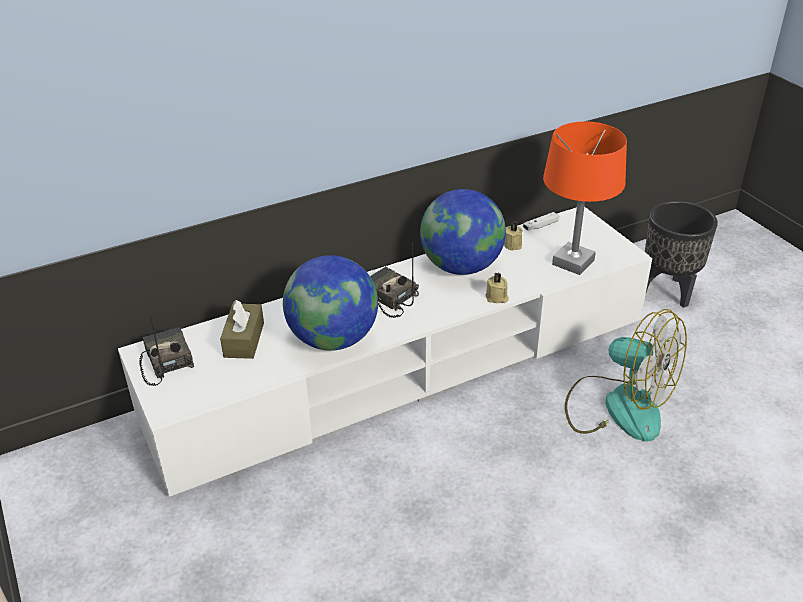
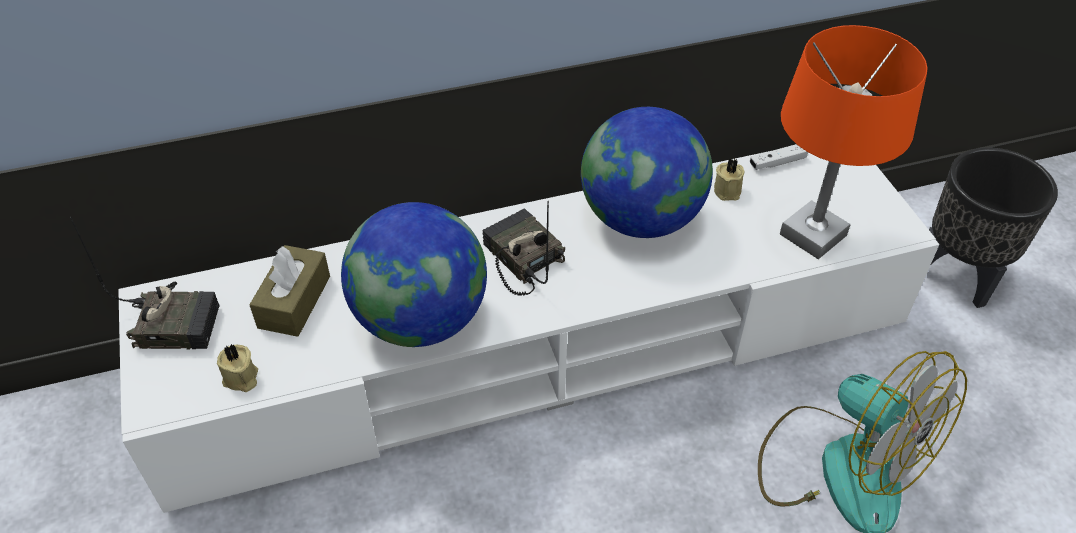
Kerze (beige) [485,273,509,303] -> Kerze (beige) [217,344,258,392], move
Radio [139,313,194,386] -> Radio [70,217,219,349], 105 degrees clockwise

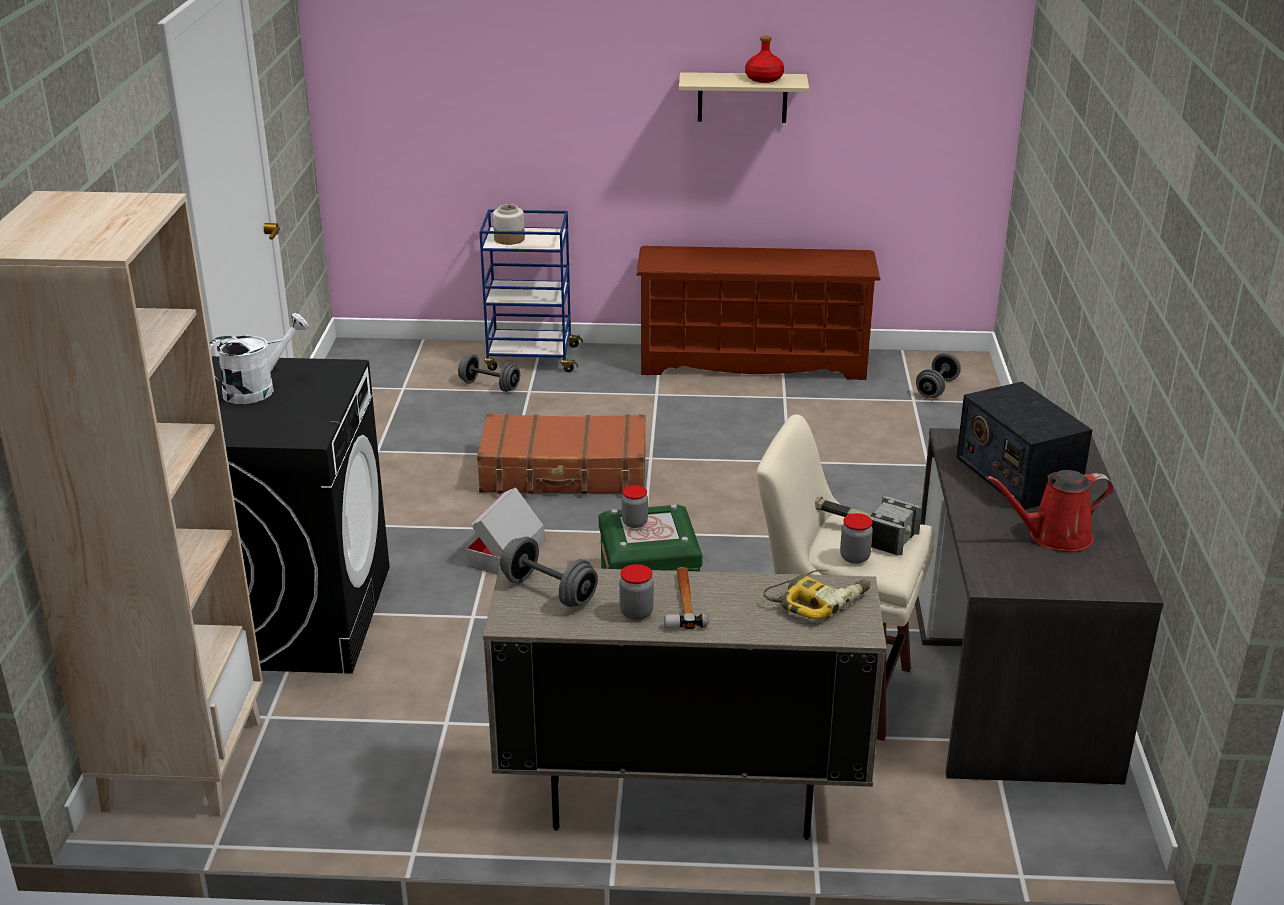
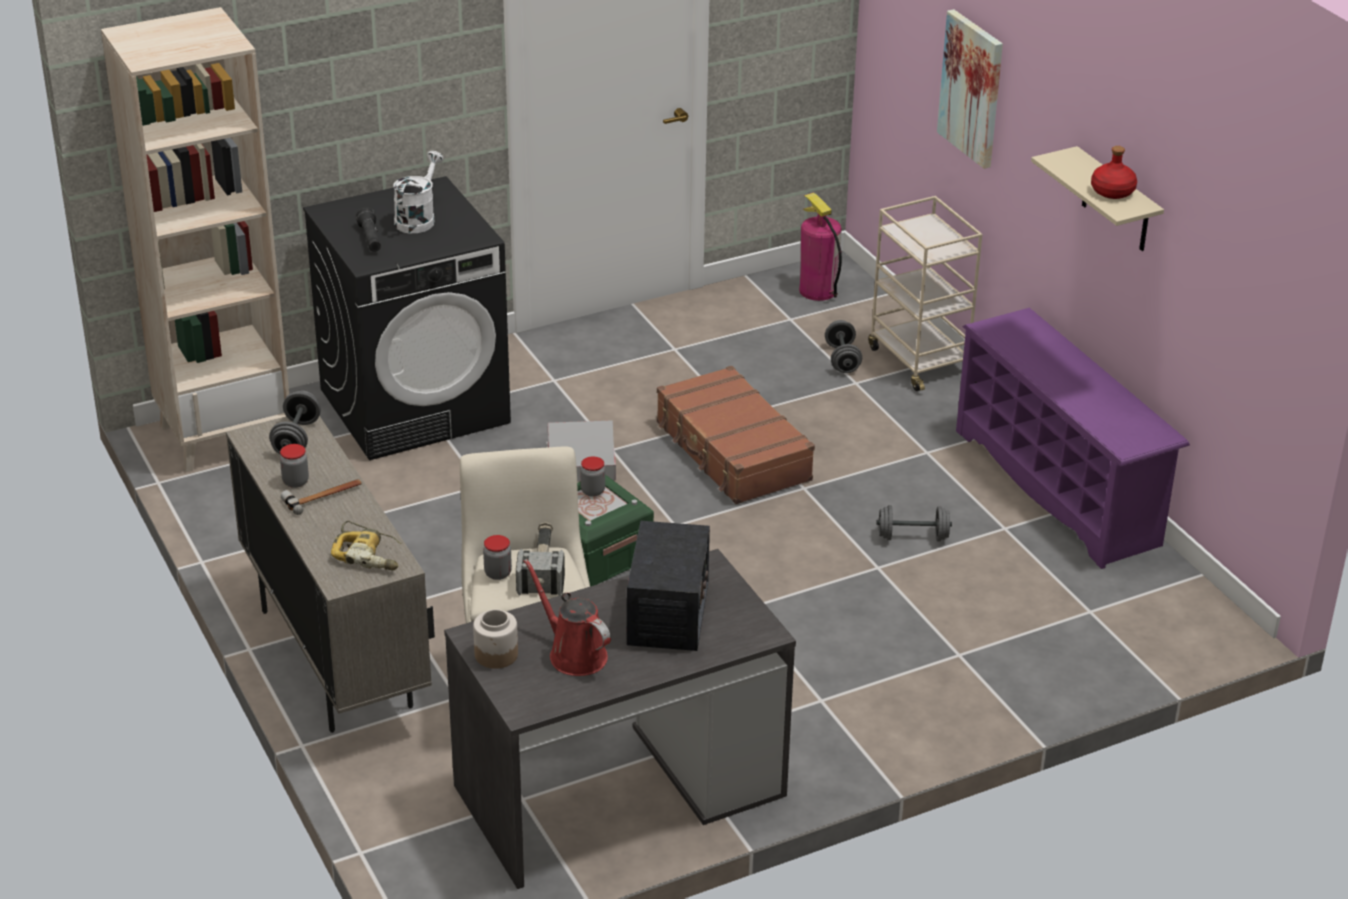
Vorratsglas [493,204,525,245] -> Vorratsglas [473,609,518,669], move
Rollwagen (blau) [479,209,583,372] -> Rollwagen (beige) [868,196,982,391]
Schuhregal (braun) [636,246,881,380] -> Schuhregal (lila) [956,308,1190,569]
Gießkanne (weiß) [210,313,309,404] -> Gießkanne (weiß) [393,151,444,233], 90 degrees counterclockwise
Hantel (grau) [916,353,961,398] -> Hantel (grau) [876,505,952,541], move
Radio [956,382,1092,509] -> Radio [627,521,710,651], 150 degrees clockwise
none -> Bild [937,9,1003,169]
none -> Feuerlöscher [799,193,842,301]
none -> Taschenlampe (schwarz) [356,208,381,252]

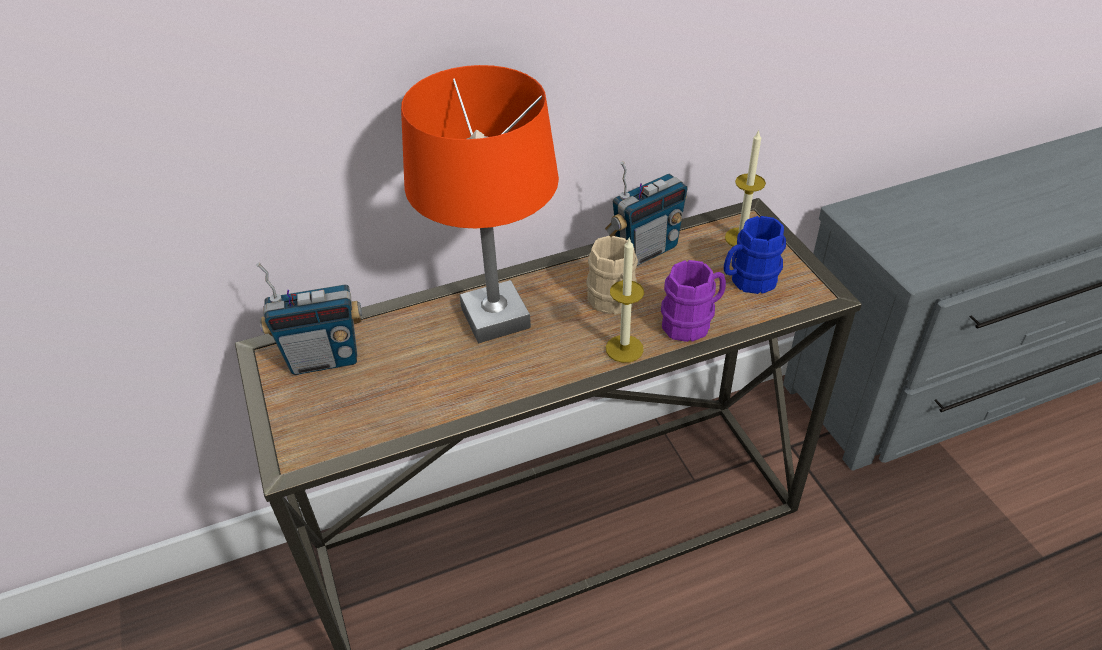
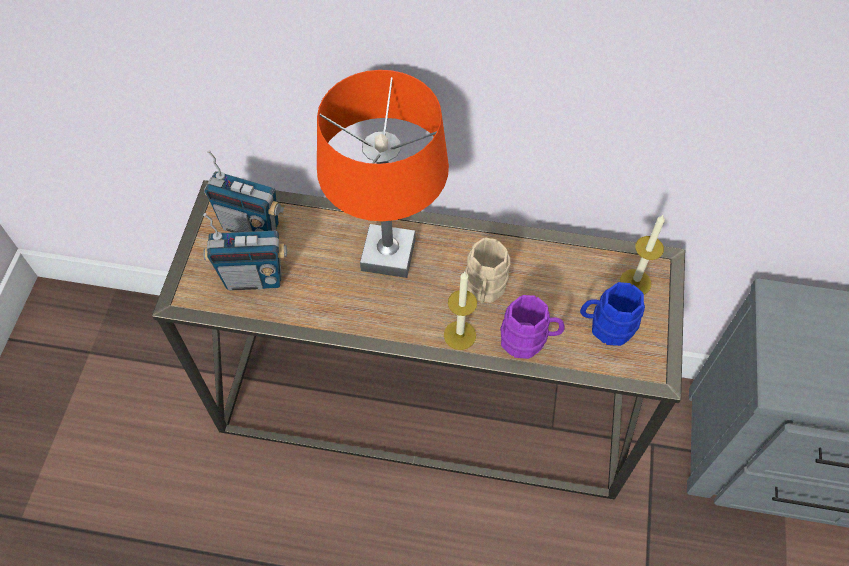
Radio [605,161,688,266] -> Radio [203,213,287,290], move

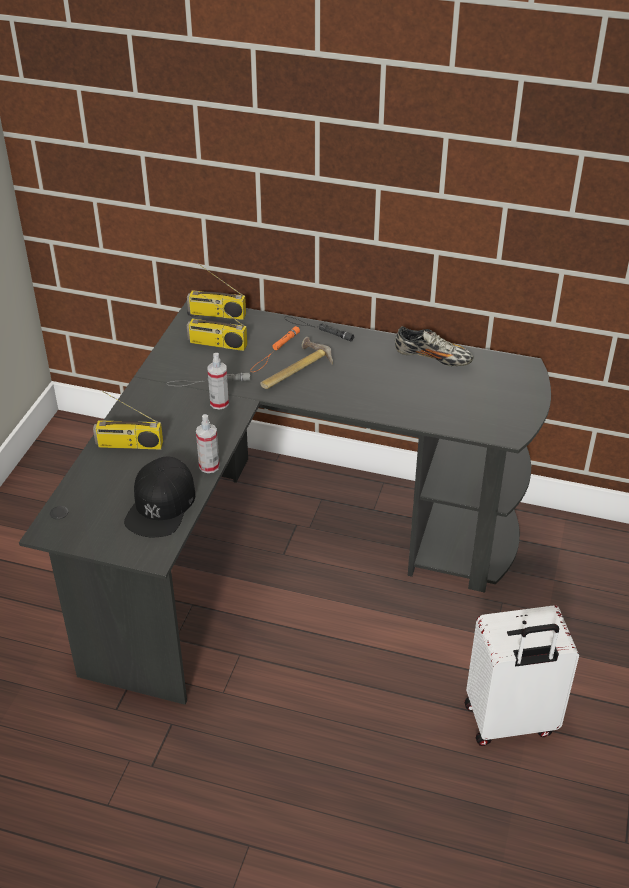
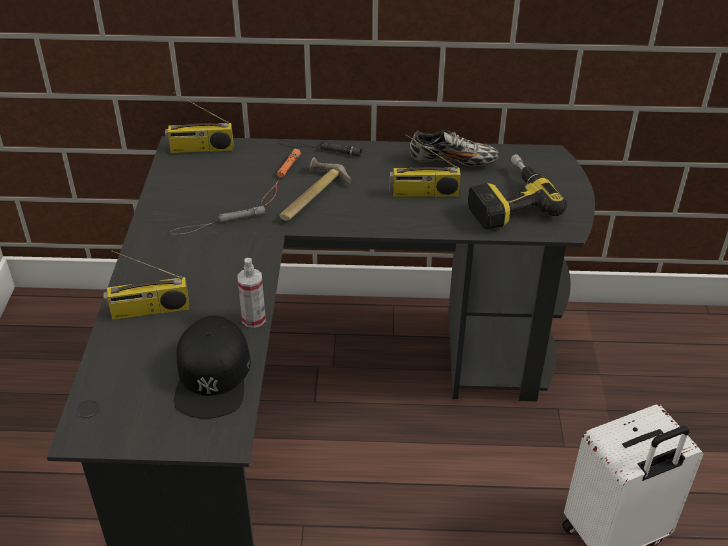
Radio [187,291,247,351] -> Radio [390,134,461,197], move
Sprühflasche [208,353,229,410] -> none
none -> Bohrmaschine [468,154,567,229]

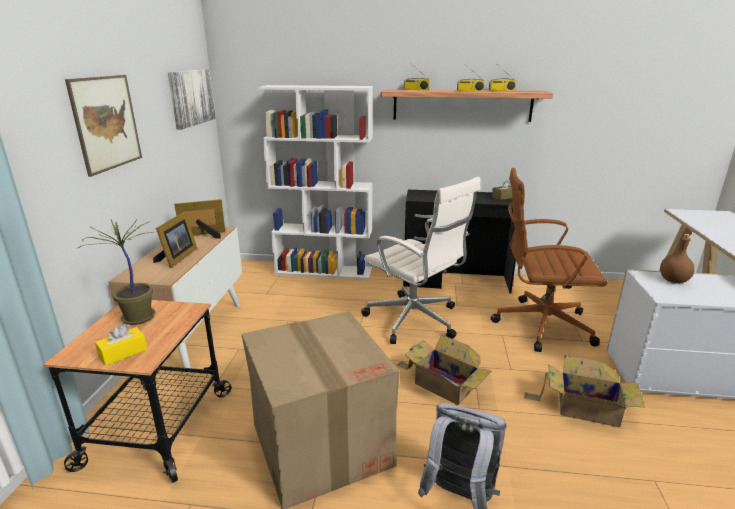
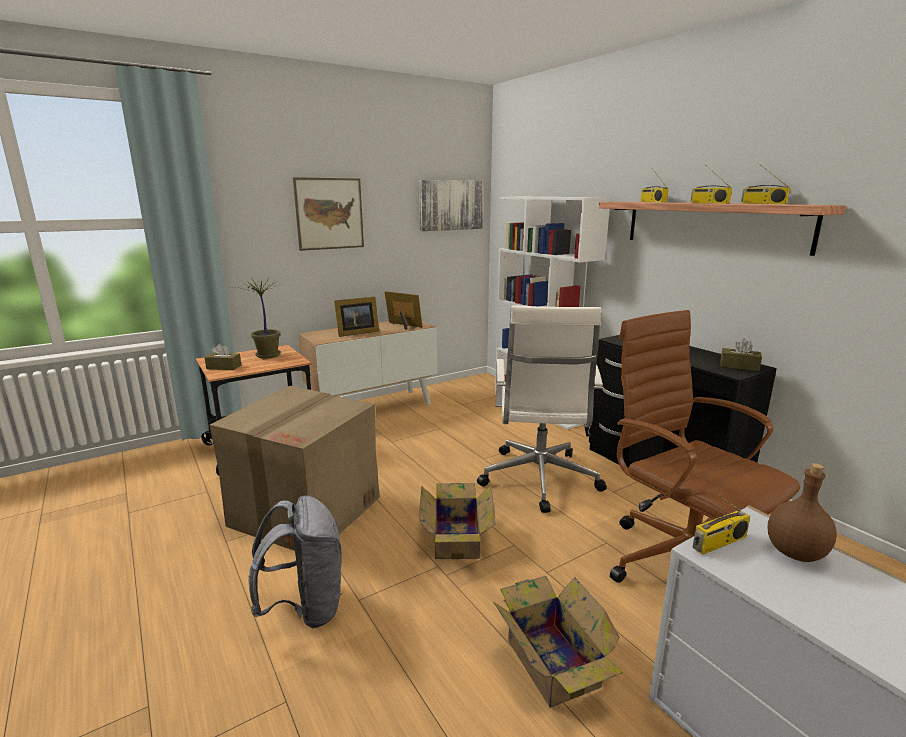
Taschentuchbox (gelb) [95,324,147,366] -> Taschentuchbox (braun) [204,344,241,370]
none -> Radio [692,489,750,554]

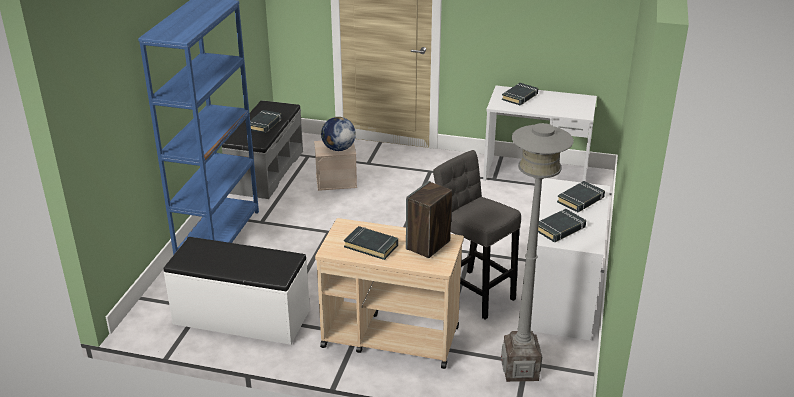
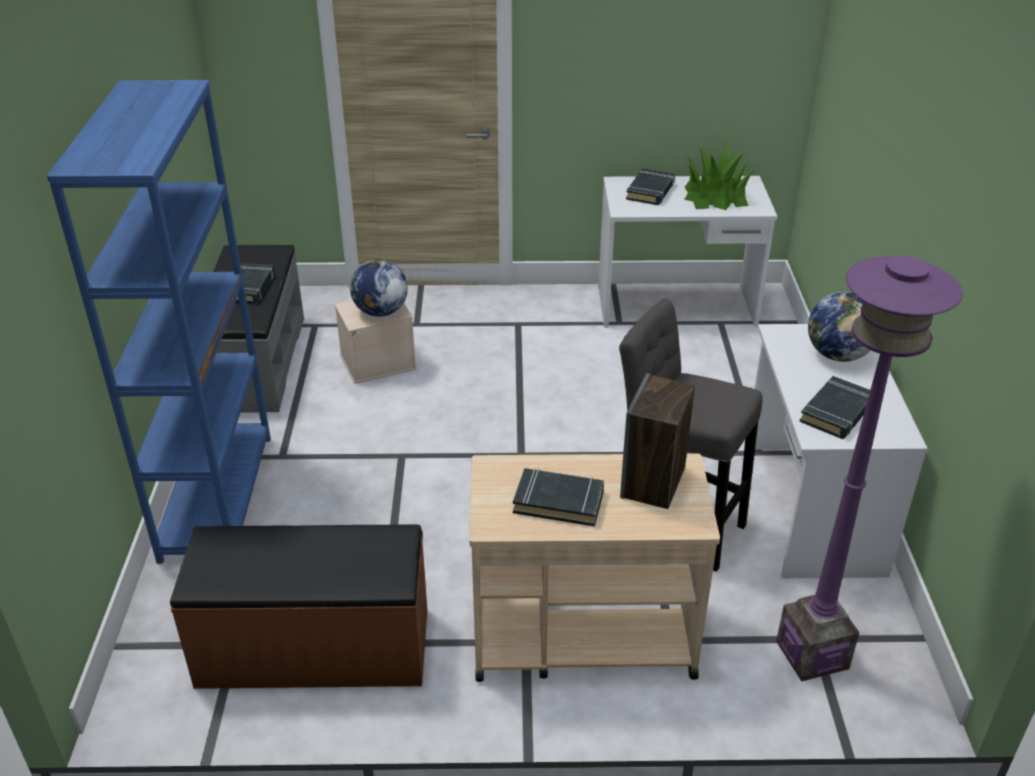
Stehlampe (grau) [501,123,574,382] -> Stehlampe (lila) [776,256,963,681]
Buch (schwarz) [557,181,605,212] -> Globus [808,292,871,362]
Bank (weiß) [164,237,310,345] -> Bank (braun) [170,525,427,689]
none -> Topfpflanze [684,138,753,210]

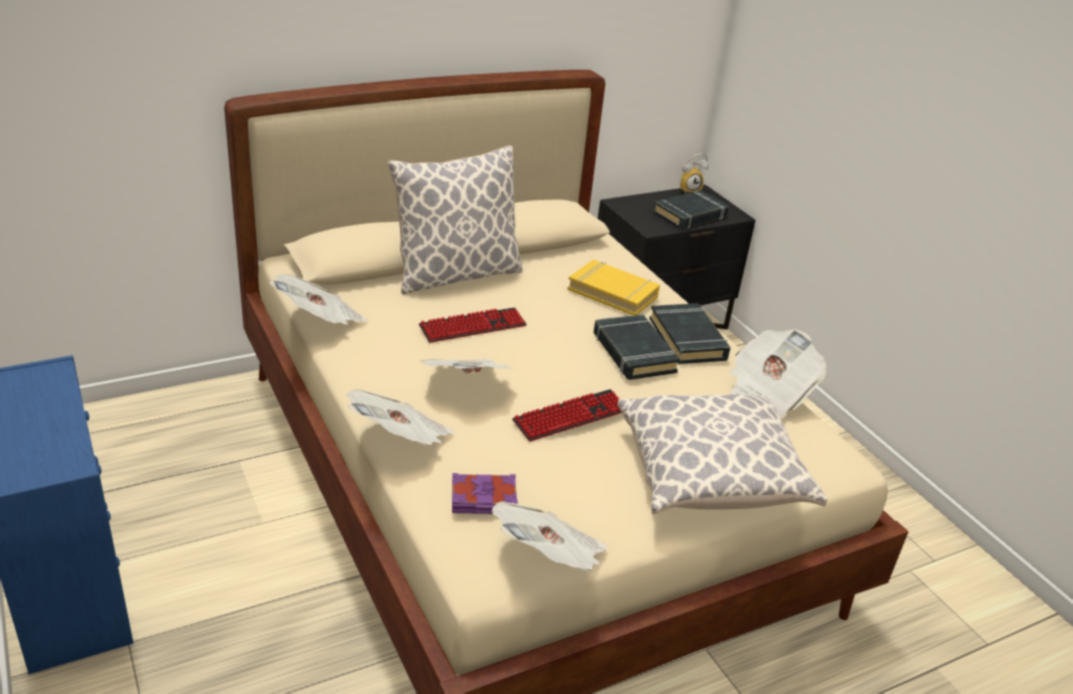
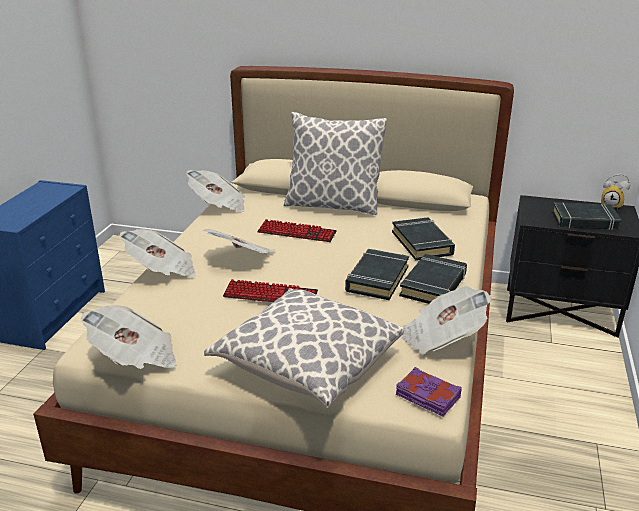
Buch (gelb) [567,260,660,315] -> Buch (schwarz) [392,217,455,260]
Buch (lila) [452,473,518,514] -> Buch (lila) [396,367,462,416], move

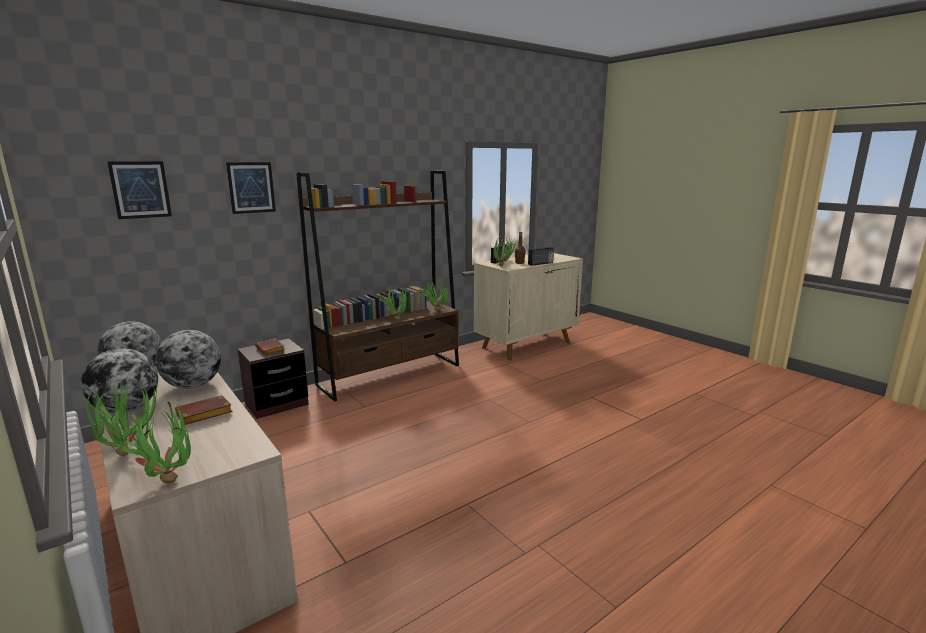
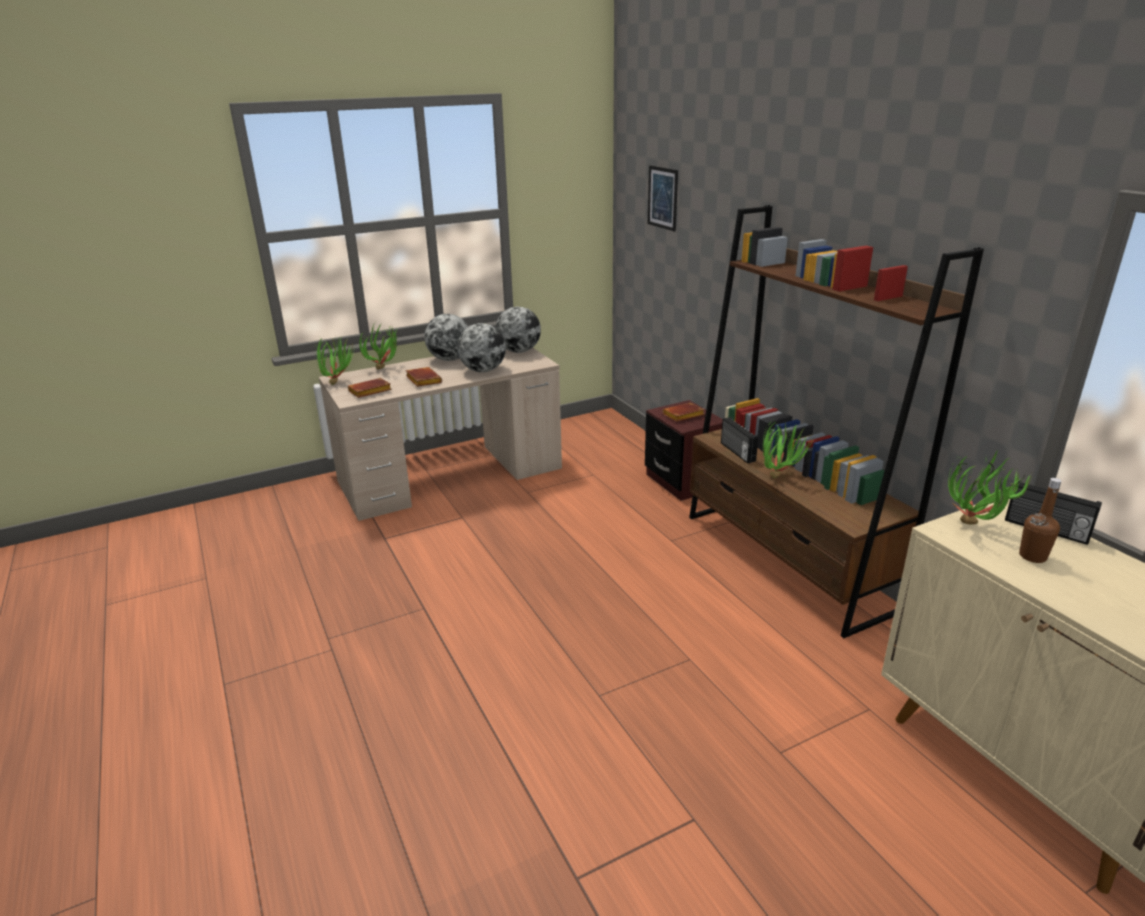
Bild [226,162,276,214] -> none
Radio [528,247,554,266] -> Radio [721,417,758,464], move
Topfpflanze [420,279,448,311] -> none
none -> Buch (braun) [348,378,392,398]

